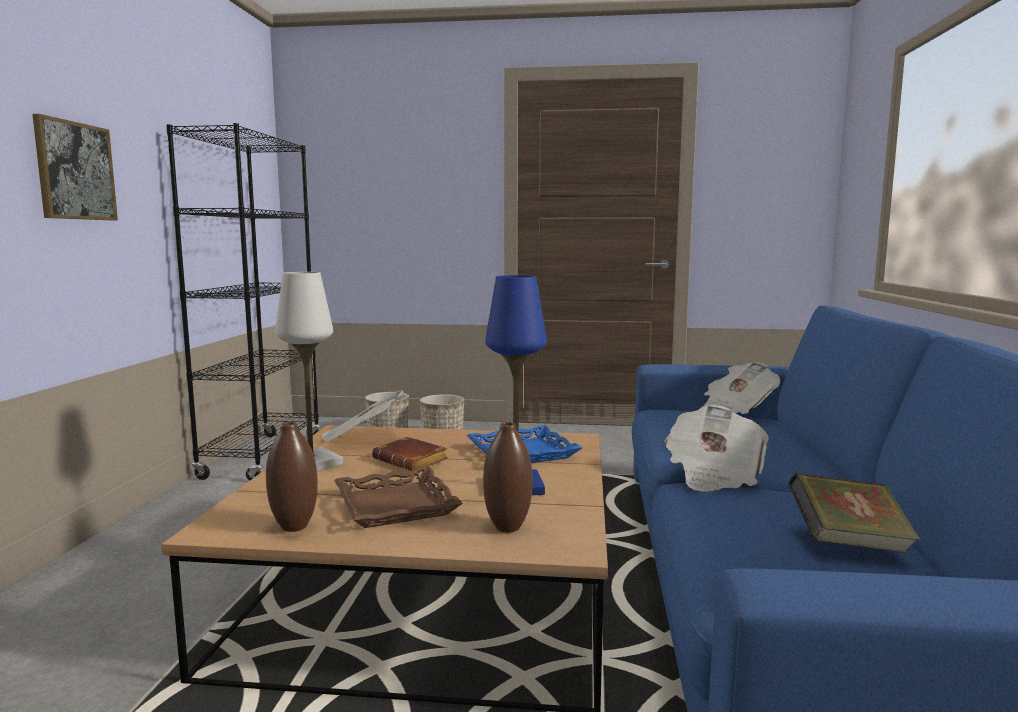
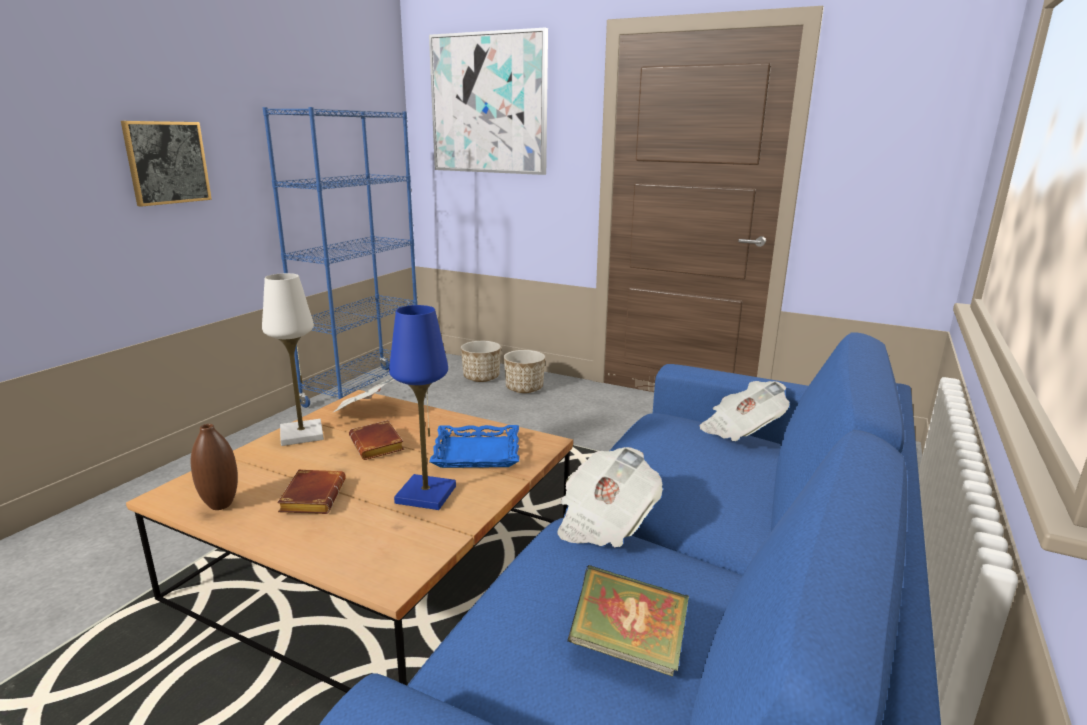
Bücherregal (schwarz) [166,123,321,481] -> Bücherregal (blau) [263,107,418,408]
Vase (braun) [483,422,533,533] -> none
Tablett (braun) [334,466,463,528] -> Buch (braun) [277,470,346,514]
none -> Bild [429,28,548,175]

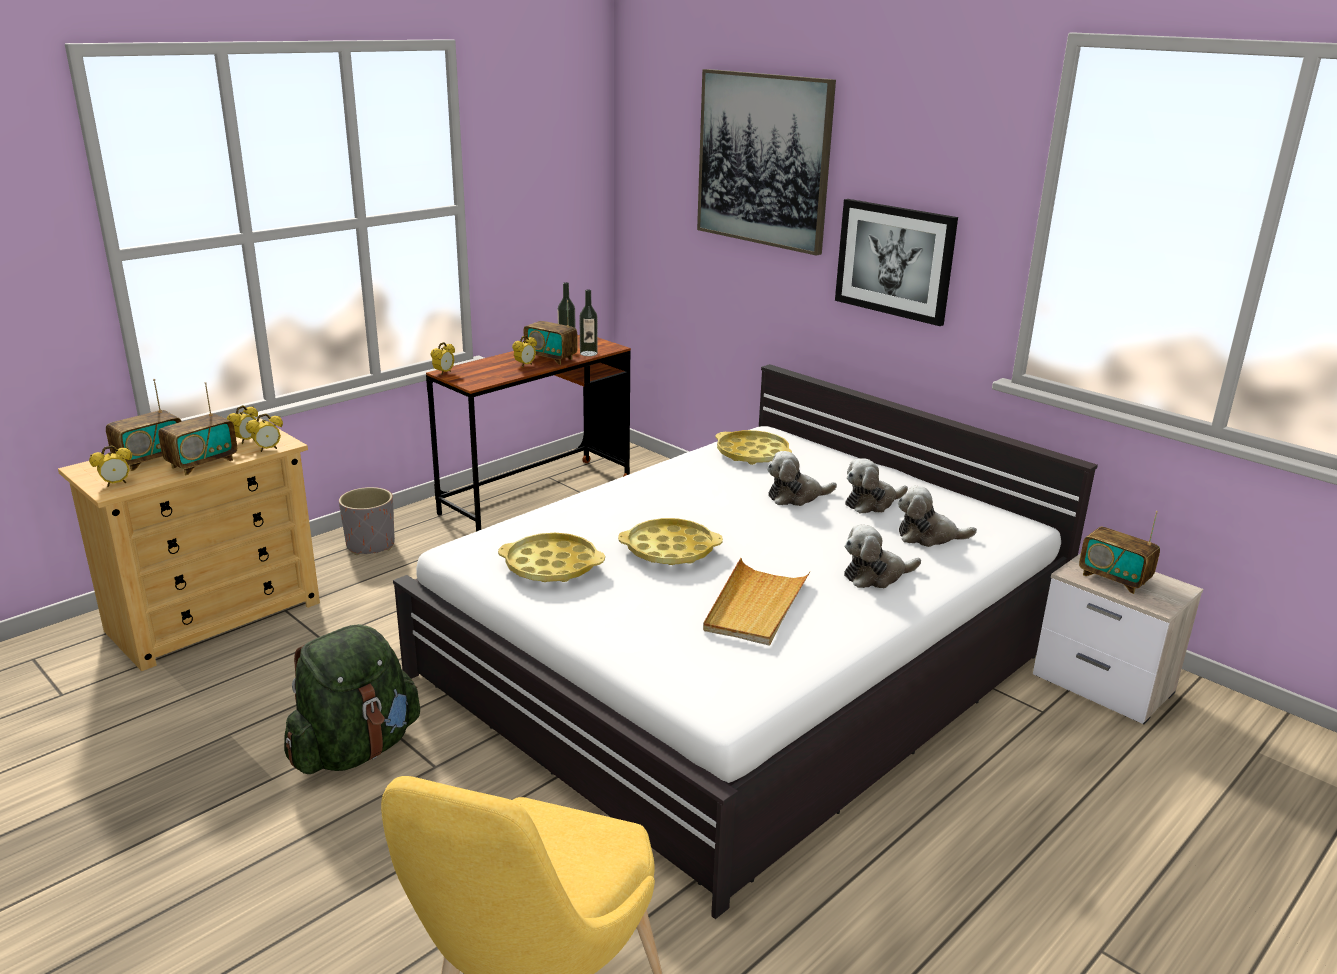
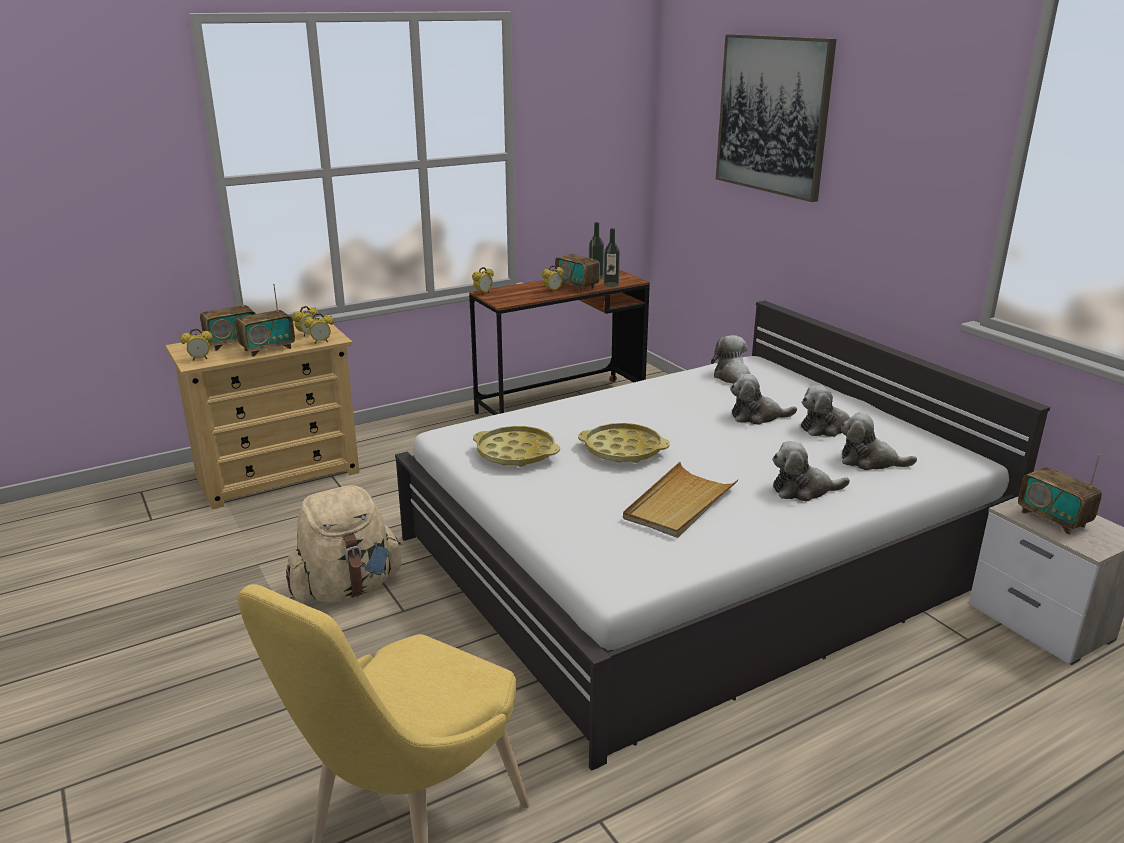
Bild [835,199,958,326] -> none
Tablett (gelb) [715,430,792,465] -> Plüschtier [711,335,750,384]
Pflanzkübel (grau) [339,487,395,555] -> none
Rucksack (grün) [284,624,420,774] -> Rucksack (beige) [286,485,402,603]

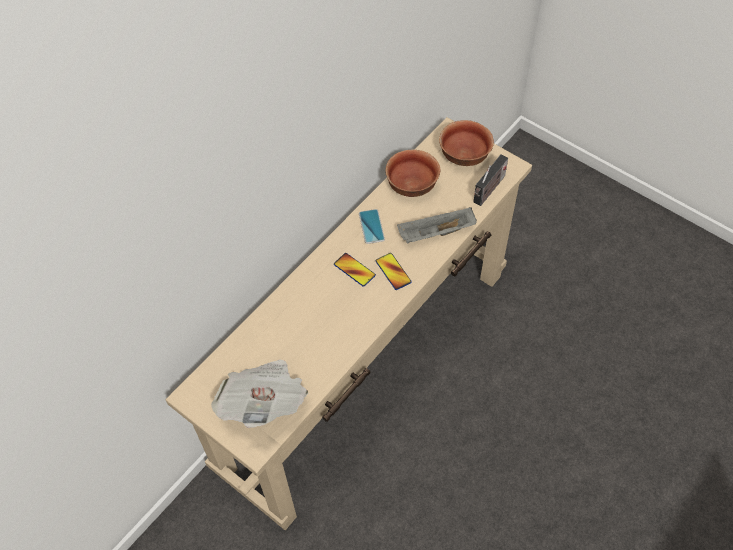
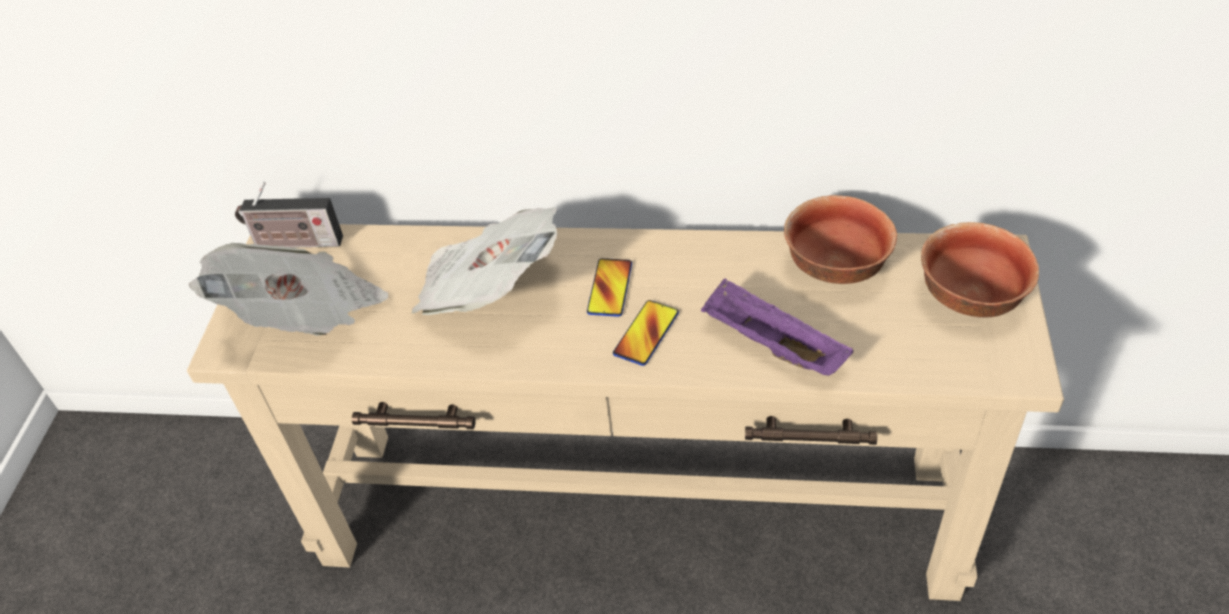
Radio [473,154,508,206] -> Radio [235,182,343,248], move
Tablett (grau) [397,207,477,244] -> Tablett (lila) [701,278,853,376]
Handy [359,209,385,244] -> none
none -> Zeitung [411,207,557,315]

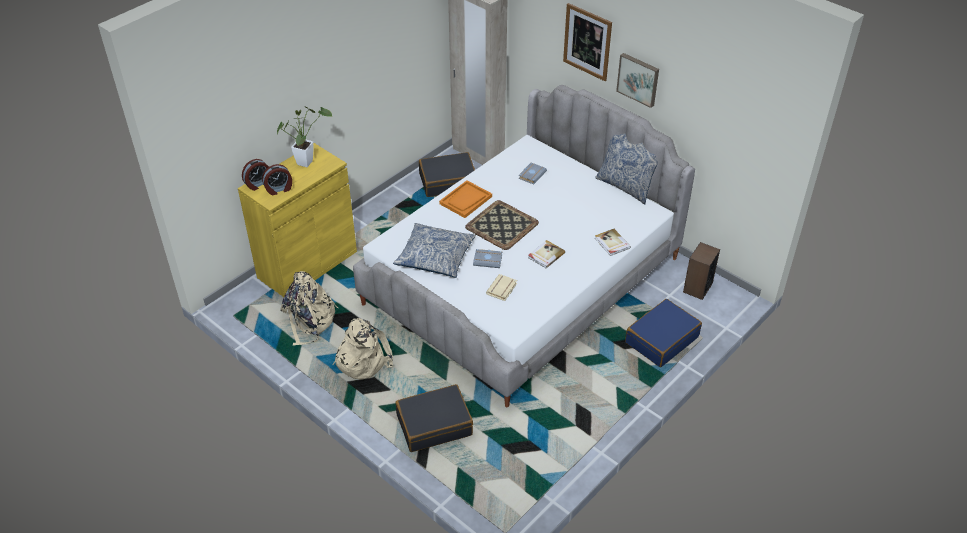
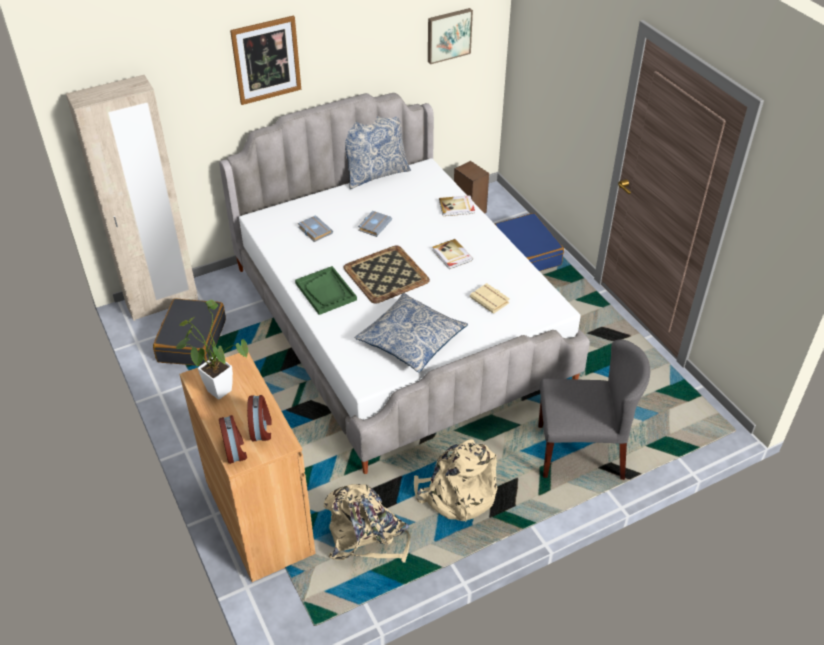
Bild [616,53,659,108] -> Bild [428,8,473,64], move
Schrank (gelb) [238,143,357,297] -> Schrank (braun) [180,352,316,582]
Tablett (orange) [439,180,492,218] -> Tablett (grün) [295,266,357,315]
Buch (grau) [473,249,502,268] -> Buch (grau) [358,211,392,237], move
Koffer (schwarz) [395,384,473,452] -> Stuhl (grau) [538,339,650,480]

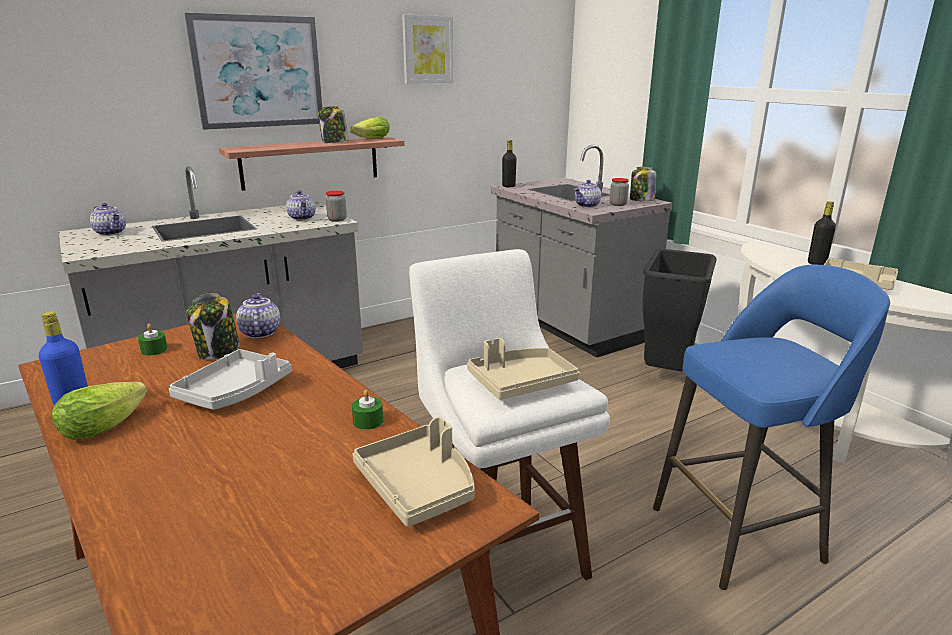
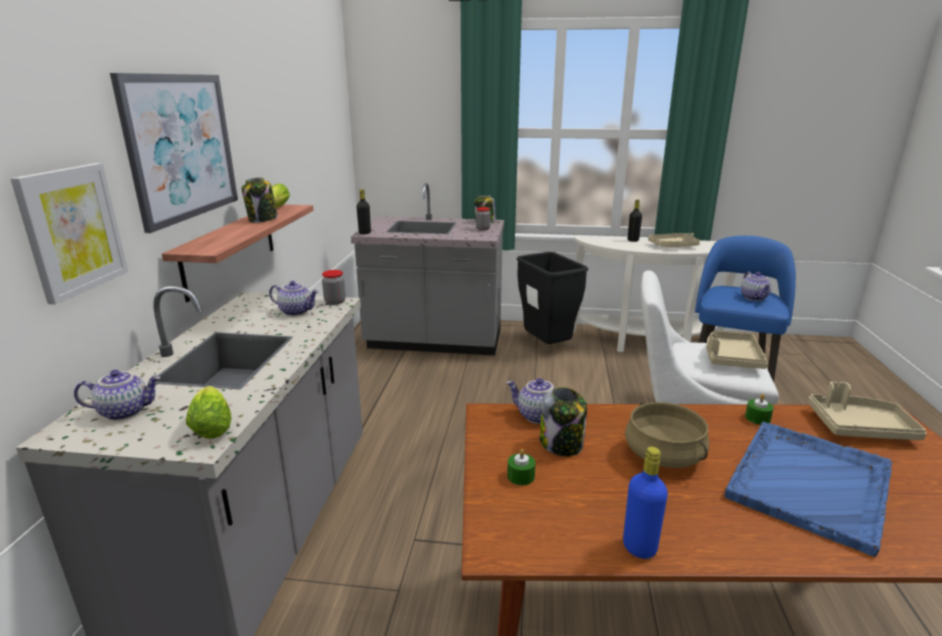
Bild [402,15,453,84] -> Bild [10,163,128,305], move
Teekanne [574,180,602,208] -> Teekanne [741,271,771,301], move
Tablett (grau) [169,349,292,410] -> Kochtopf (beige) [625,402,709,468]
Salatkopf [52,382,147,440] -> Salatkopf [186,386,231,439], move
none -> Tablett (blau) [725,422,892,557]

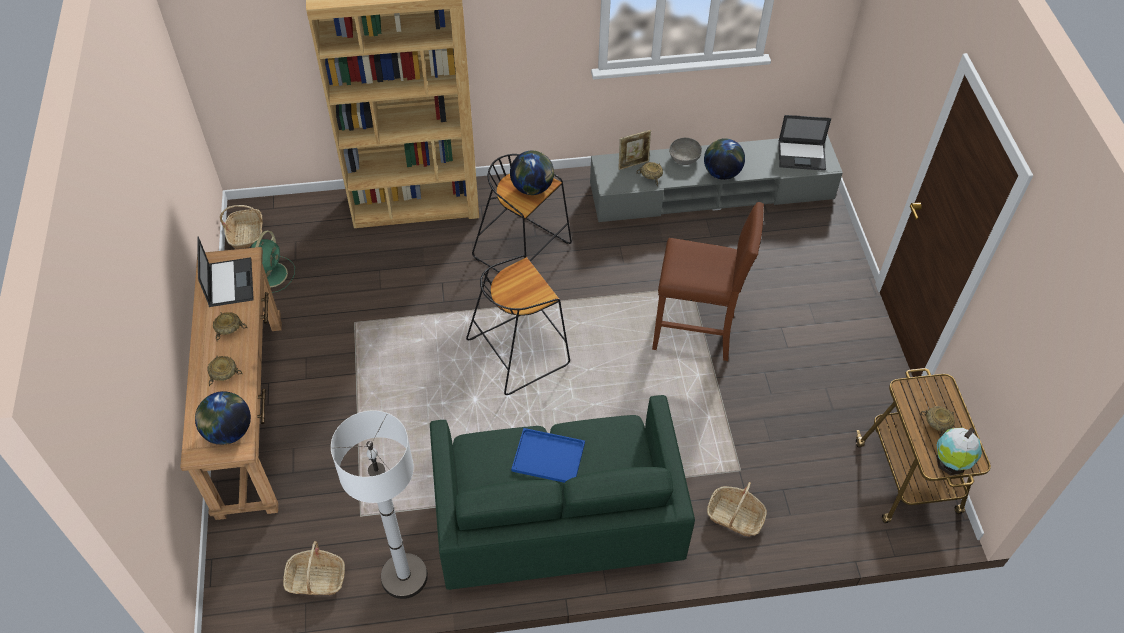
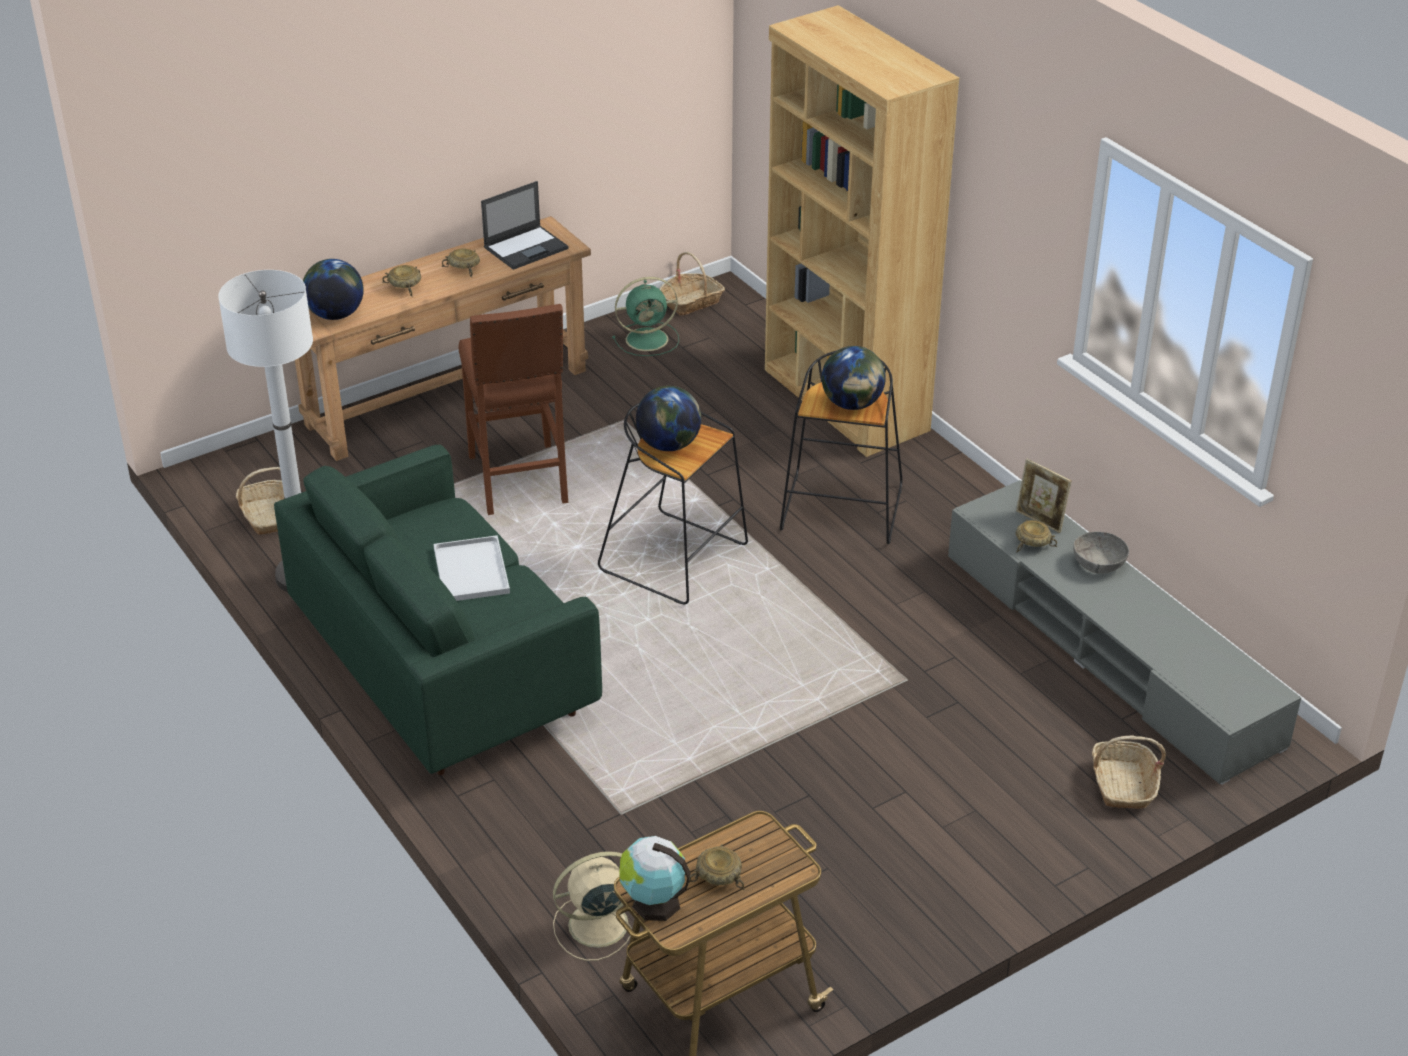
Laptop [778,115,832,171] -> none
Globus [704,138,745,180] -> Globus [636,386,701,451], move
Hocker (braun) [652,202,764,361] -> Hocker (braun) [459,304,568,515], move
Tablett (blau) [511,428,585,483] -> Tablett (weiß) [434,535,510,601]
Korb [707,482,767,537] -> Korb [1092,736,1166,809], move
none -> Ventilator (beige) [553,851,631,961]

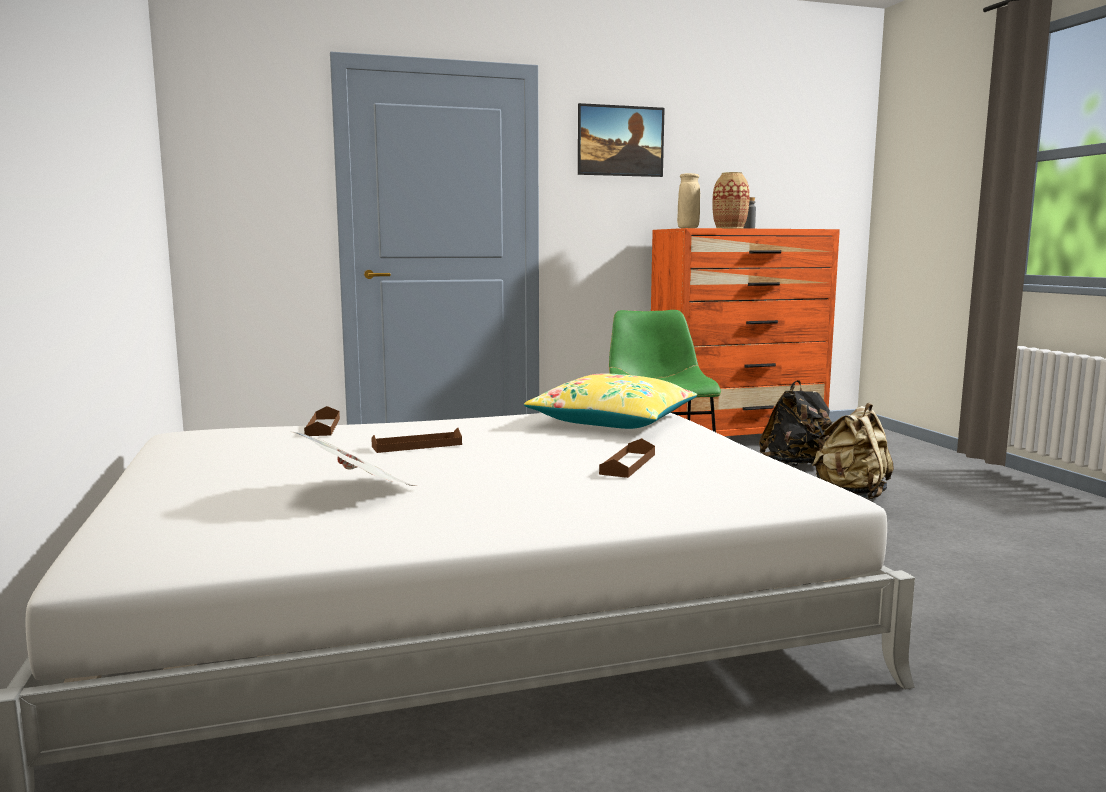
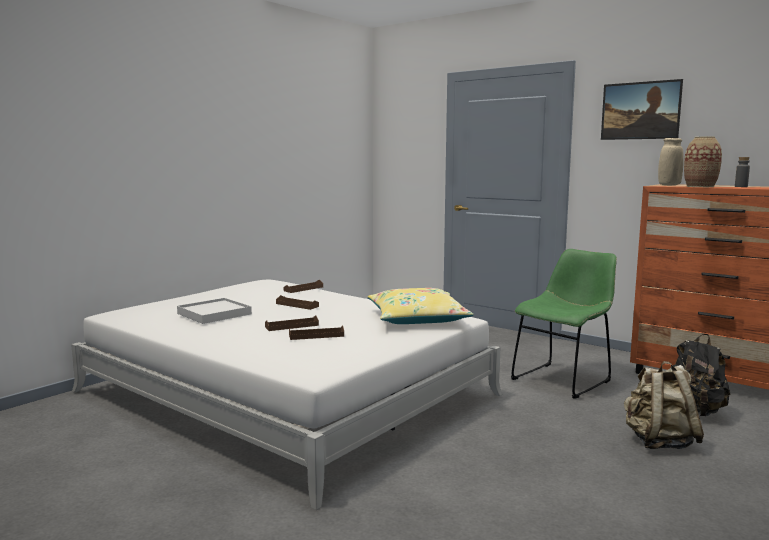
Zeitung [289,431,415,486] -> Tablett (weiß) [177,298,252,324]
none -> Tablett (braun) [265,315,319,331]

